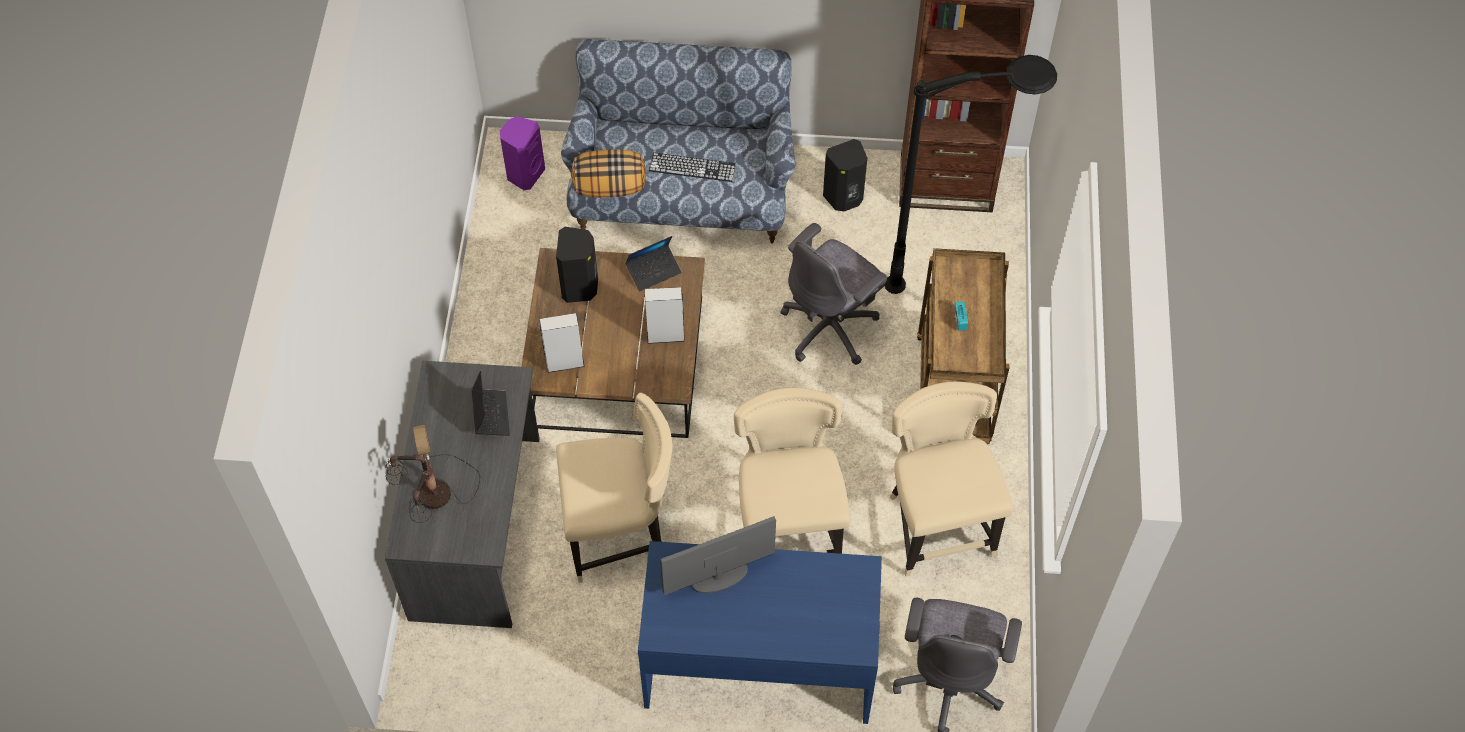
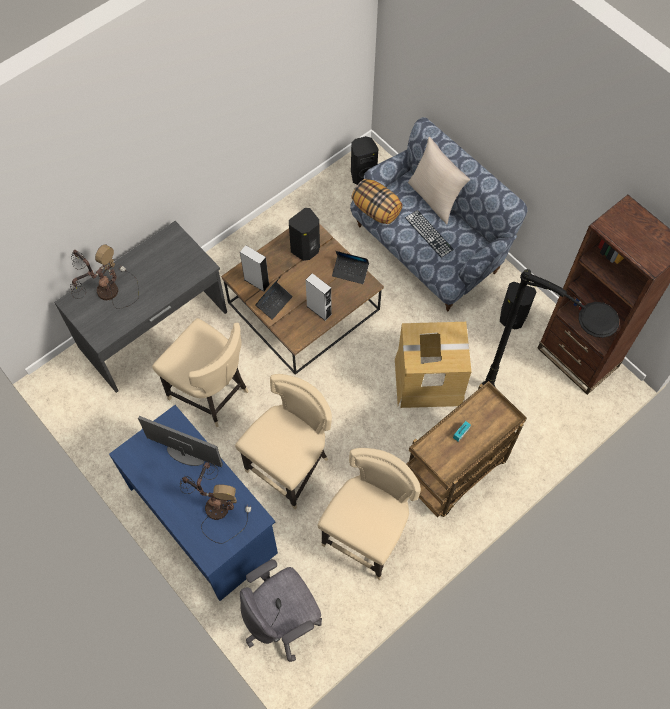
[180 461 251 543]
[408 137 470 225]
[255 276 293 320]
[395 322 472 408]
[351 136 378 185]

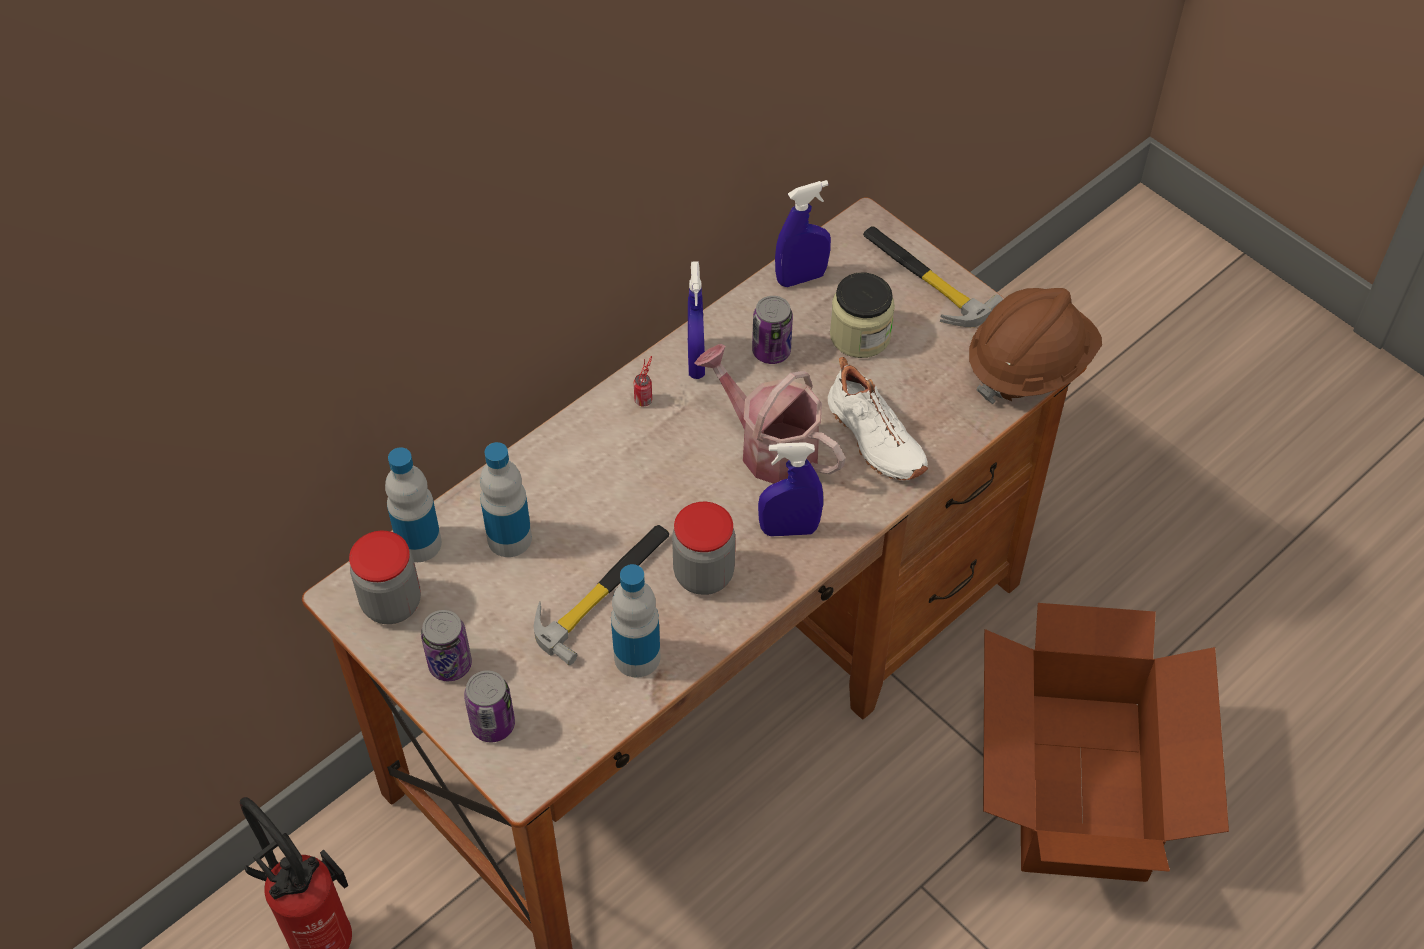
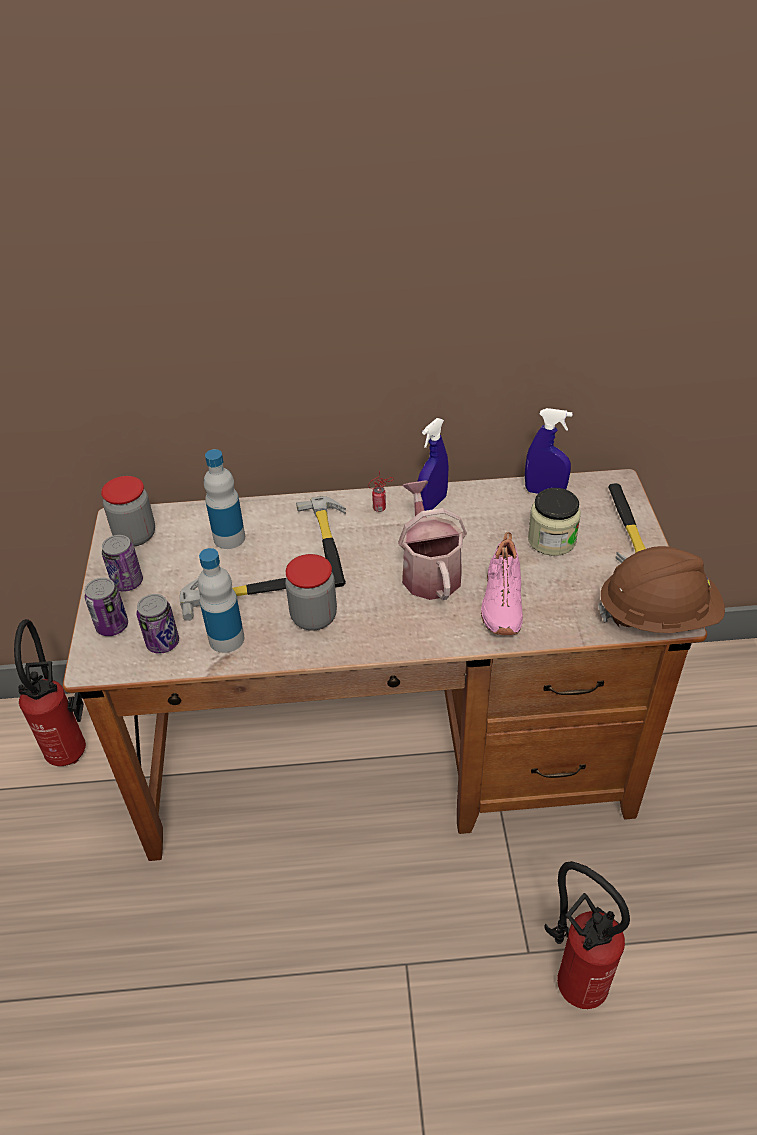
[385 447 442 562] (first image)
[758 442 823 536] (first image)
[296 496 346 587]
[136 594 179 654]
[544 861 630 1009]
[481 532 523 635]

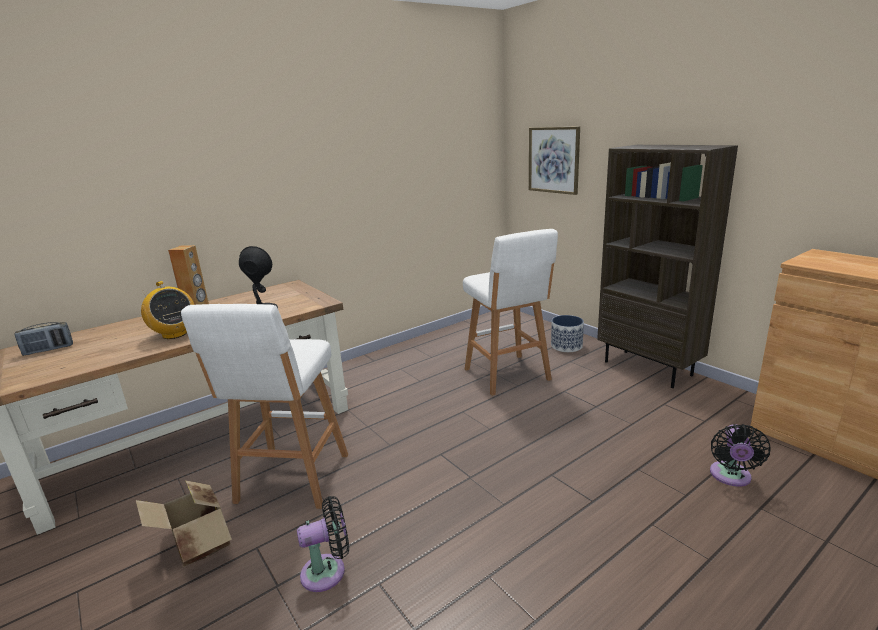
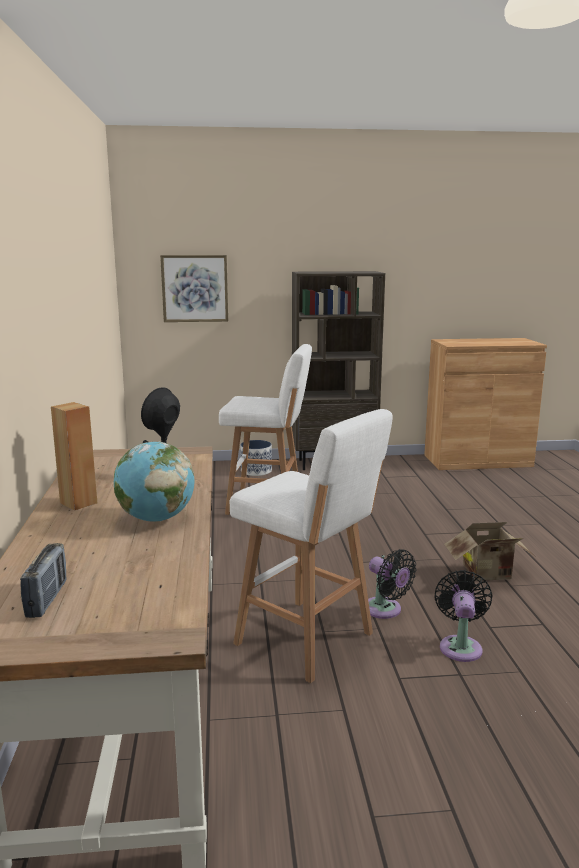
[444 522 534 581]
[368 549 417 619]
[114 442 194 522]

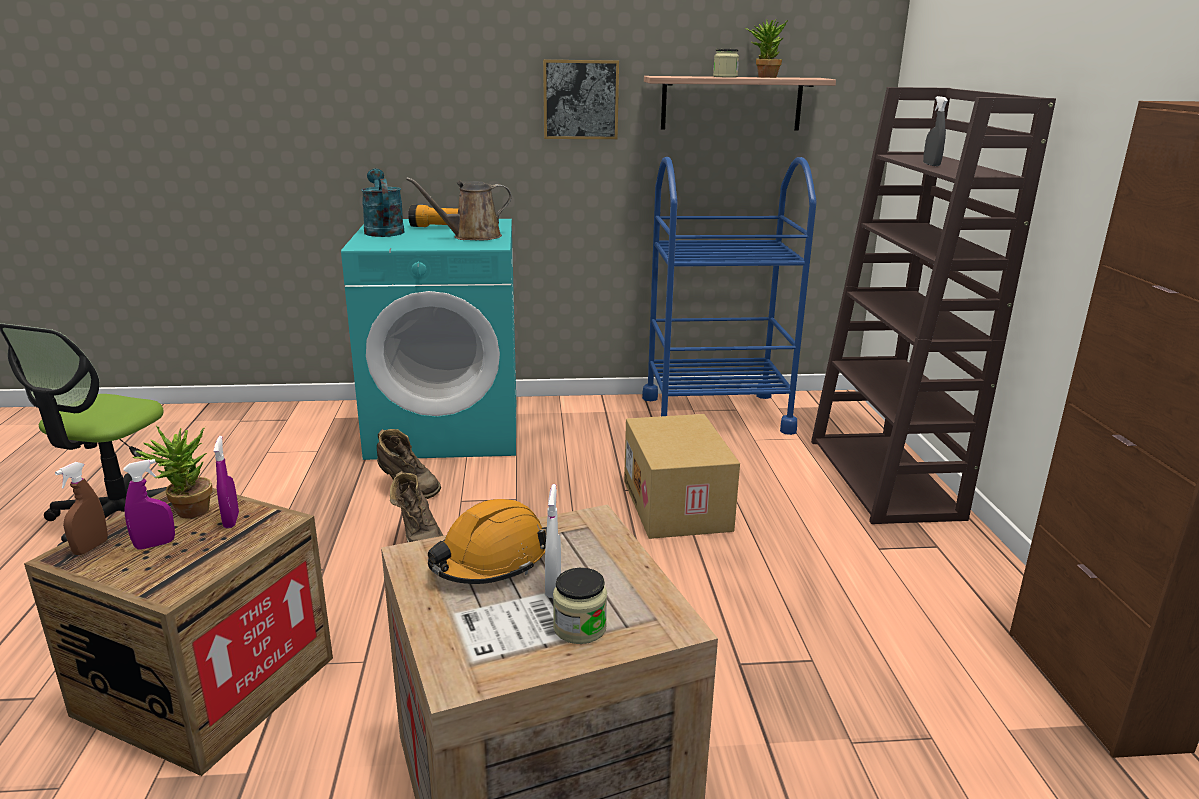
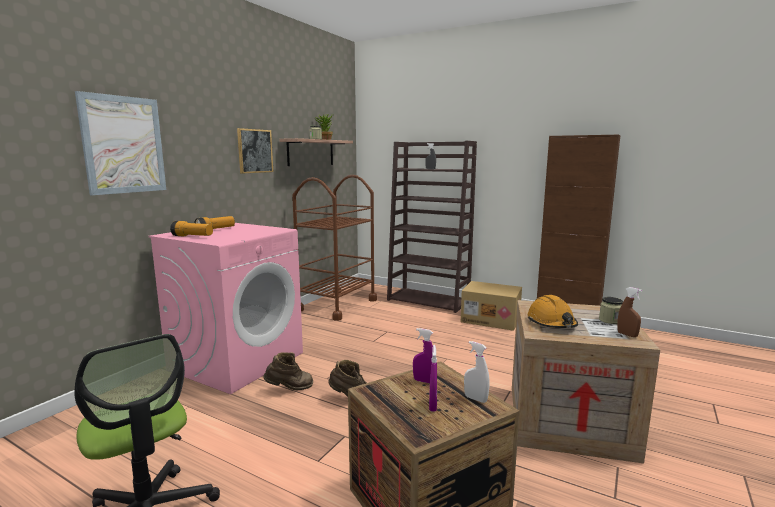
[133 426 212 518] (first image)
[406 177 512 241] (first image)
[75 91 166 195]
[617 287 642 337]
[464 341 489 403]
[461 281 522 331]
[170 221 213 236]
[149 223 303 394]
[292 175 377 321]

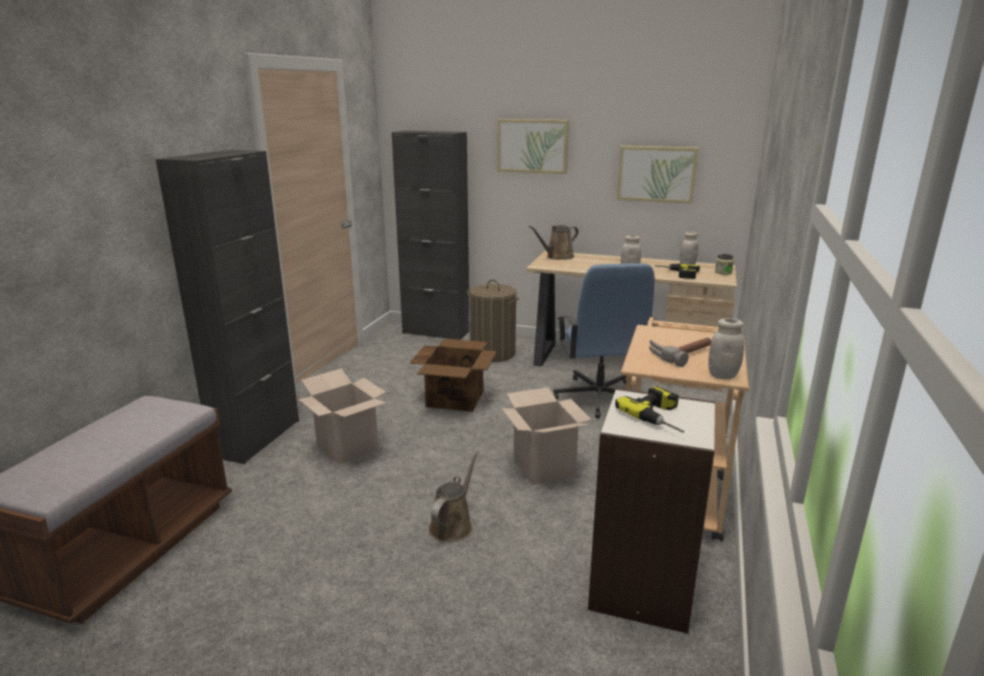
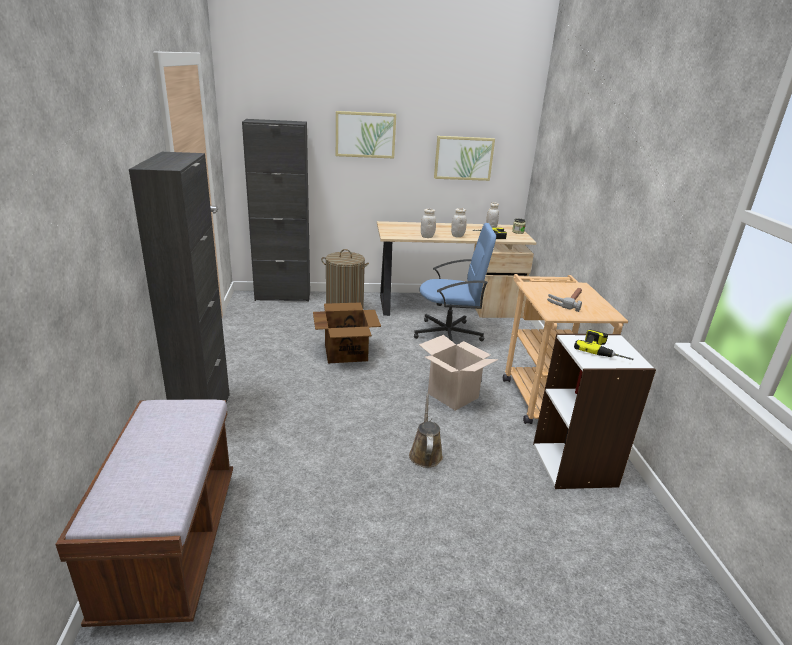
[298 368 386 465] (first image)
[529 225 579 260] (first image)
[421 209 436 238]
[414 223 496 342]

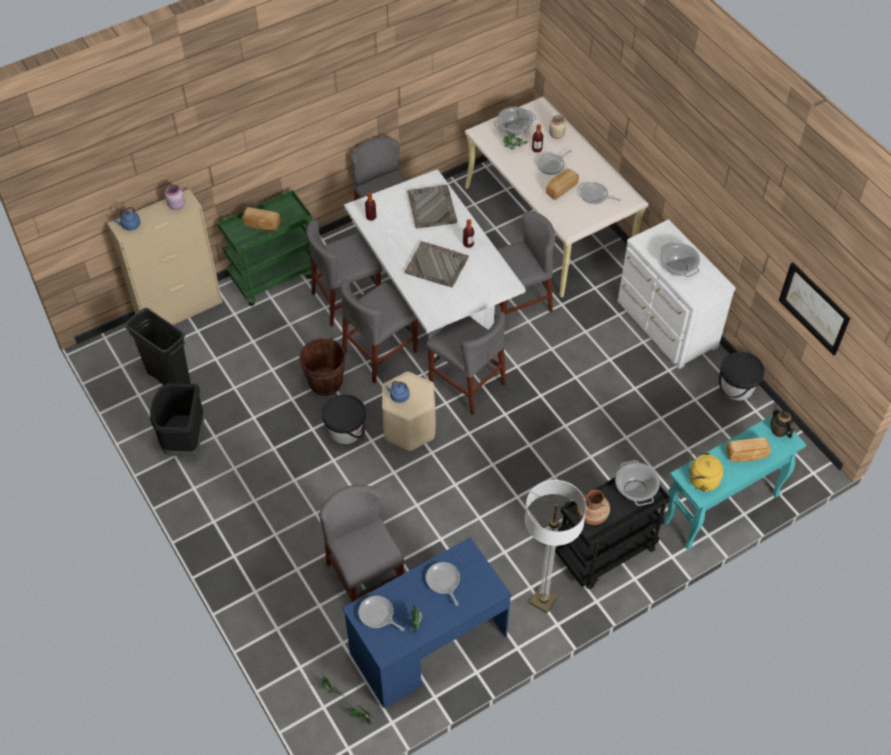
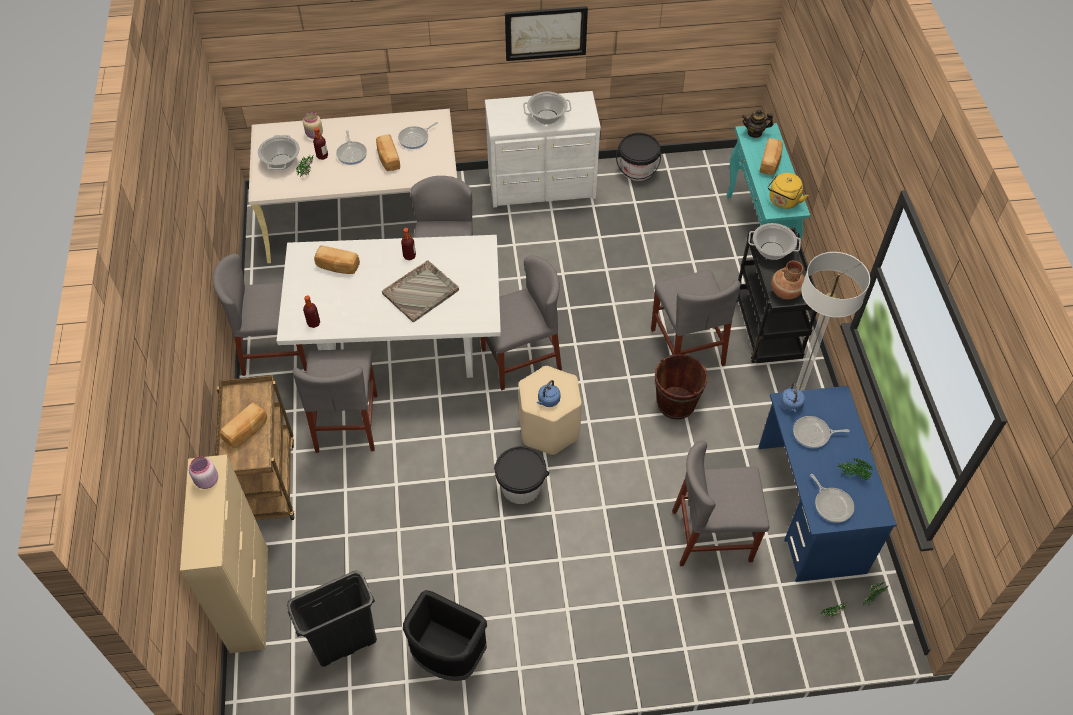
[781 383 805 412]
[655 354 708 420]
[651 270 741 366]
[505 6 588 61]
[314 245 360 274]
[215 375 295 520]
[810 474 854 523]

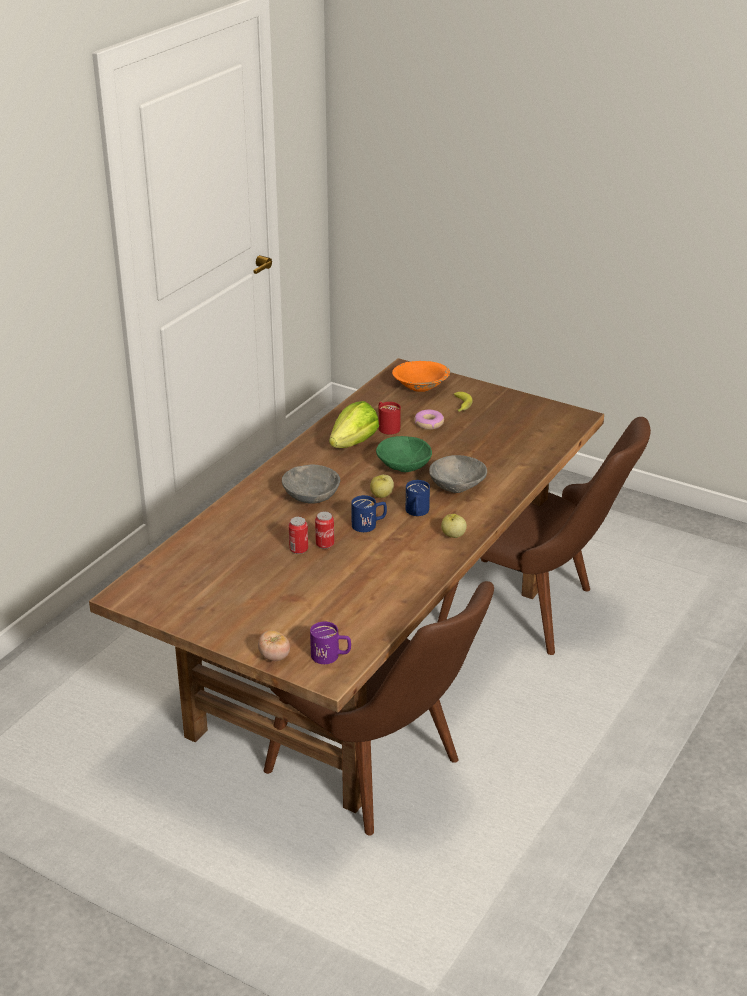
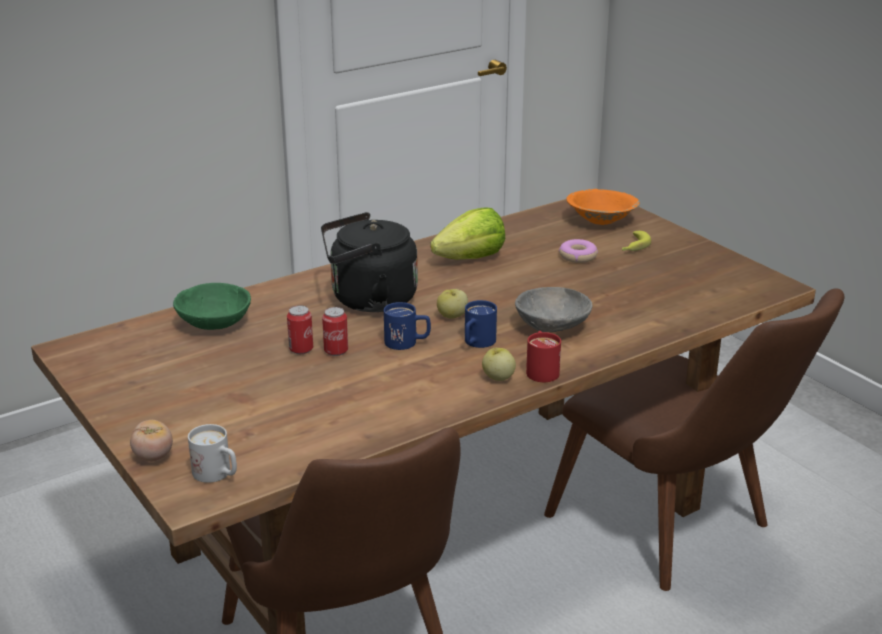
[173 283 251 330]
[526 331 561 382]
[321 212 418 312]
[188 424 237 483]

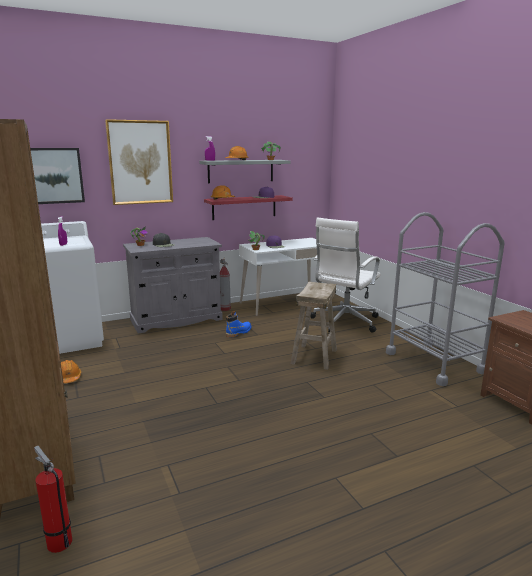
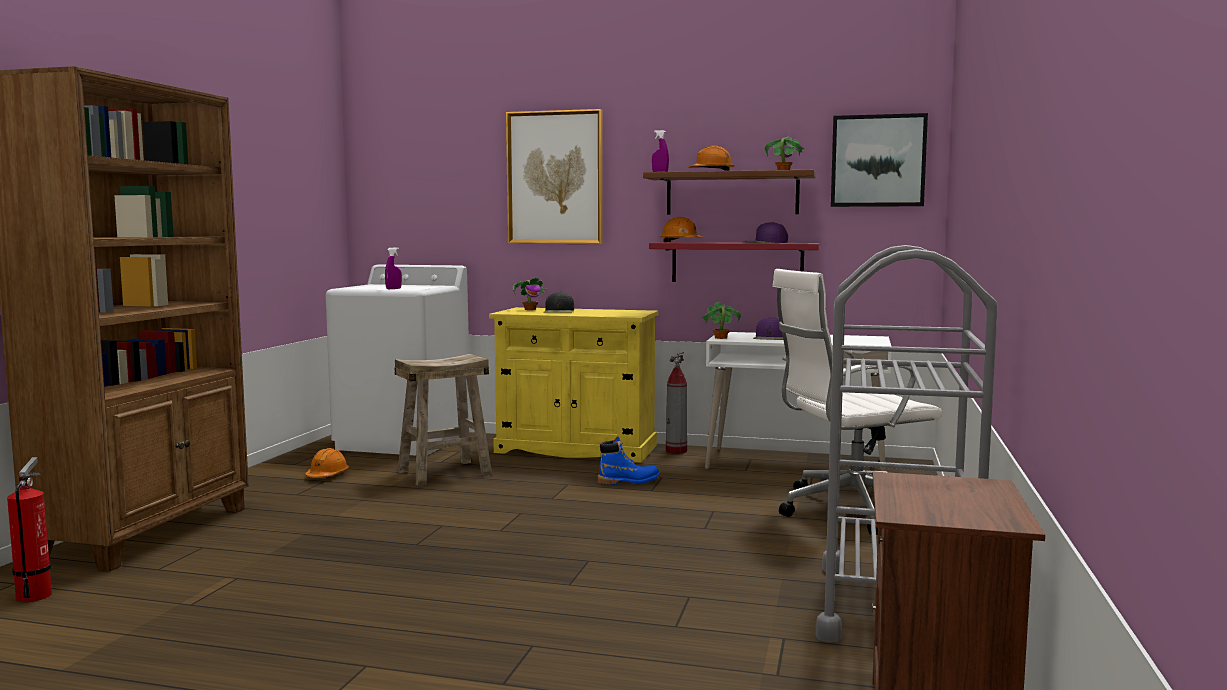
[831 113 928 207]
[394 354 492 486]
[489 307 658 463]
[643 170 816 215]

